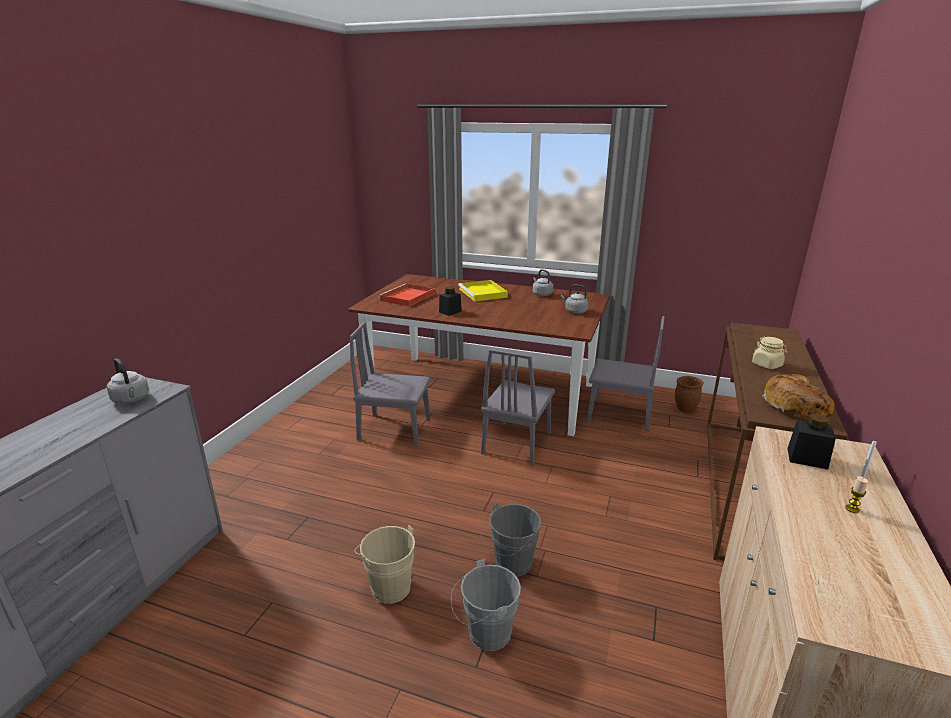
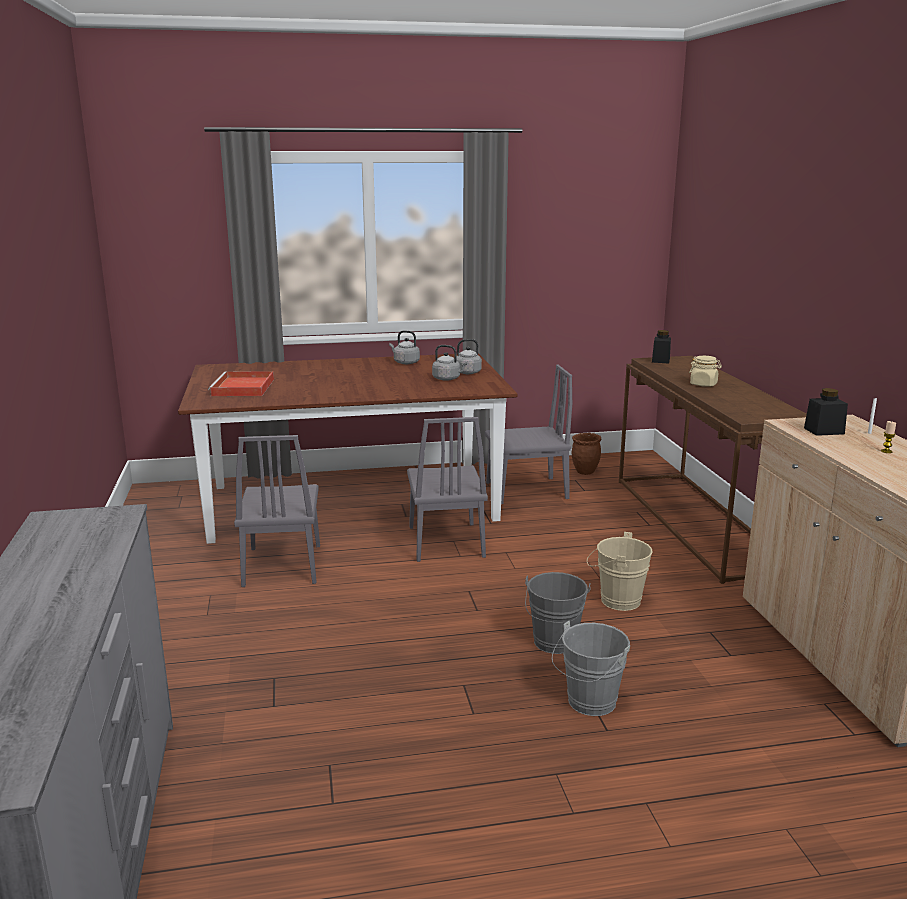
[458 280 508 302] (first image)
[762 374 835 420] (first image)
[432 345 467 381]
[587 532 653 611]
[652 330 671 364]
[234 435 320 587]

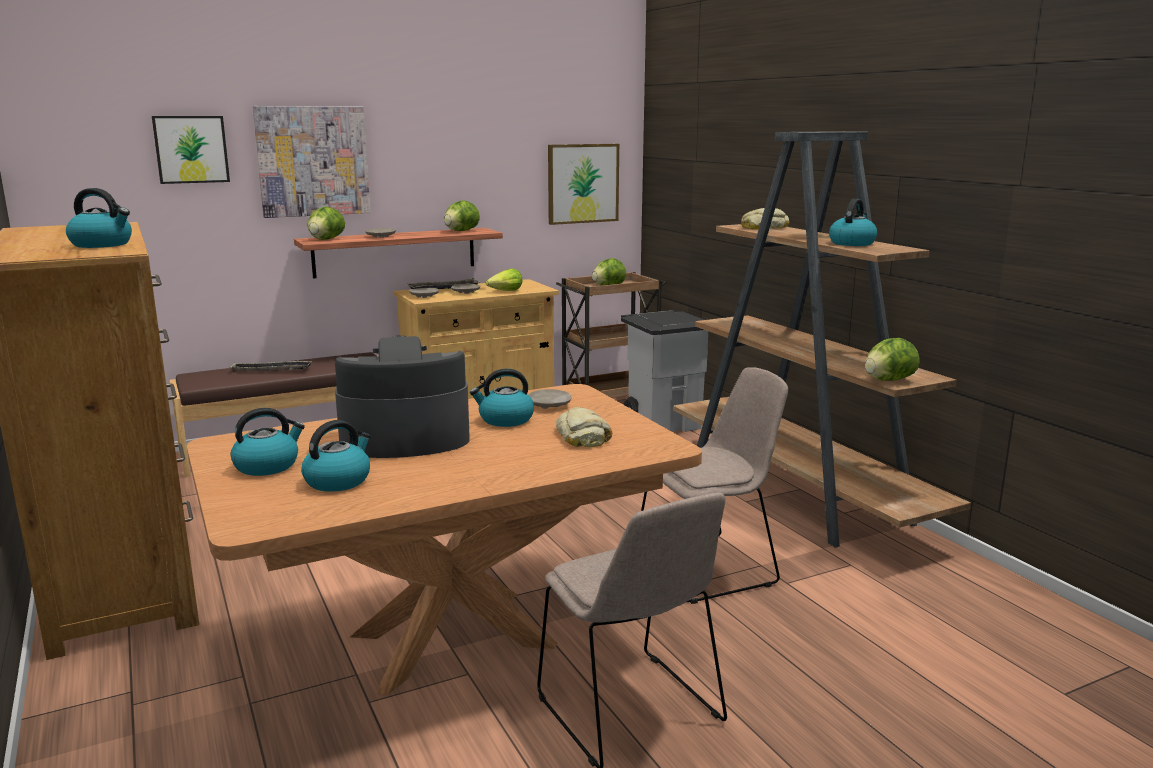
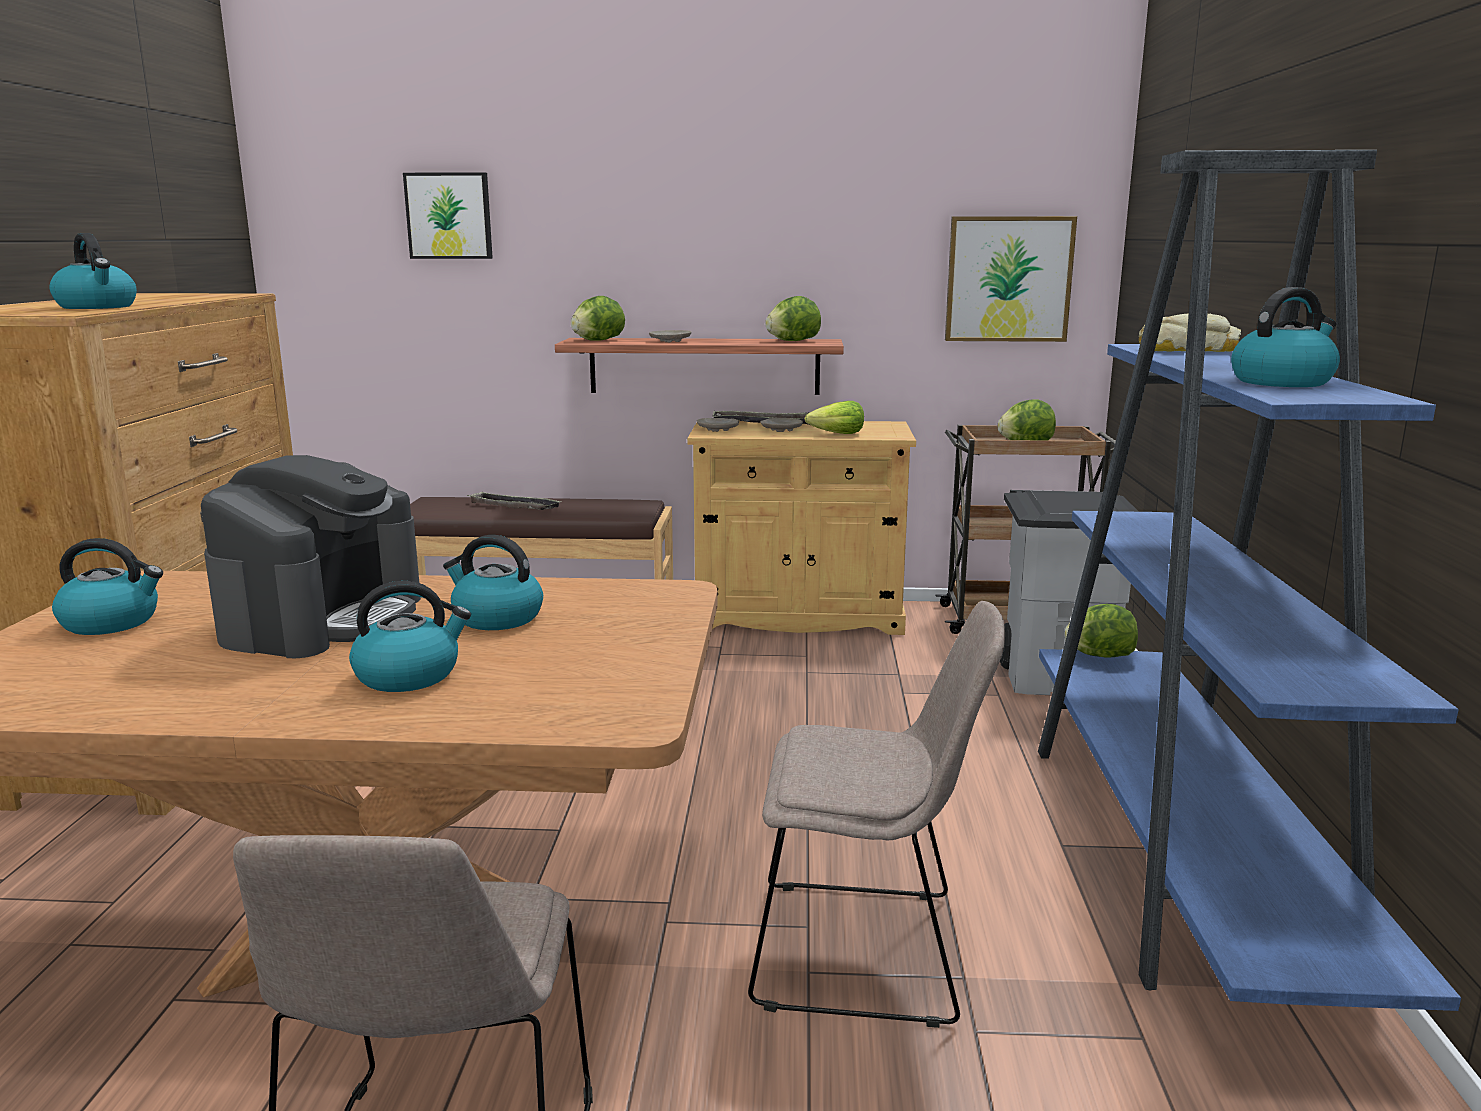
[253 106 370 218] (first image)
[528 389 572 409] (first image)
[556 407 612 447] (first image)
[349 581 471 692]
[1065 604 1138 658]
[1038 150 1461 1011]
[201 455 421 658]

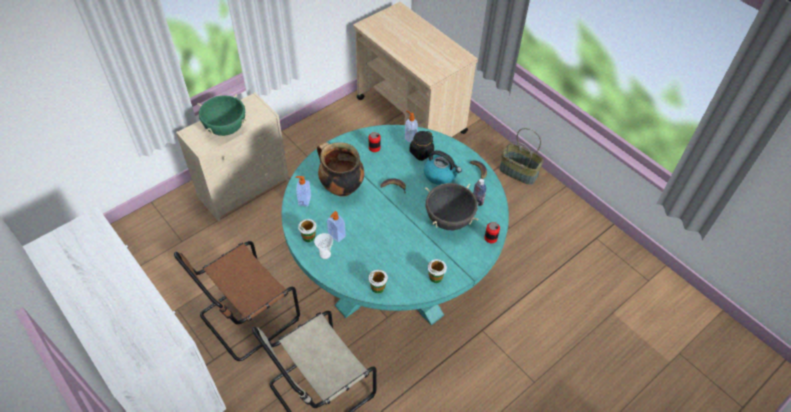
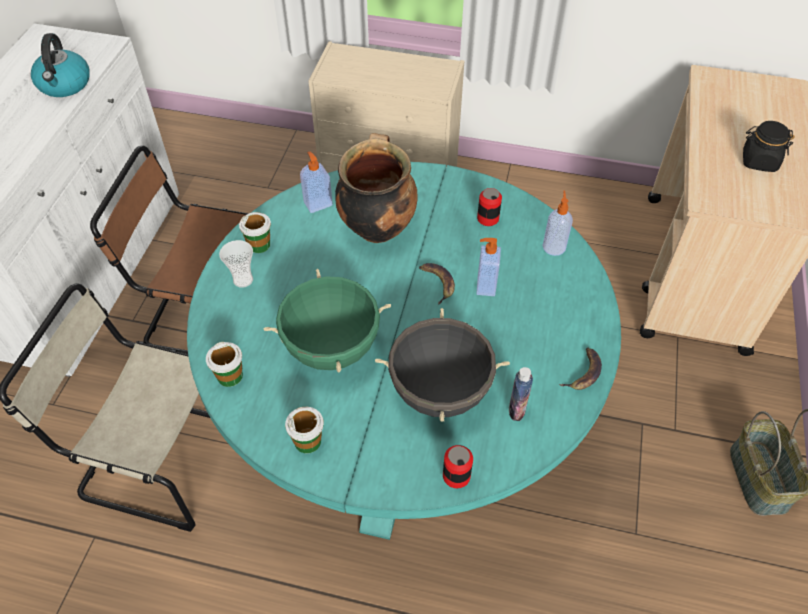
[263 269 391 373]
[477 238 501 296]
[743 121 795 172]
[31 33 90 97]

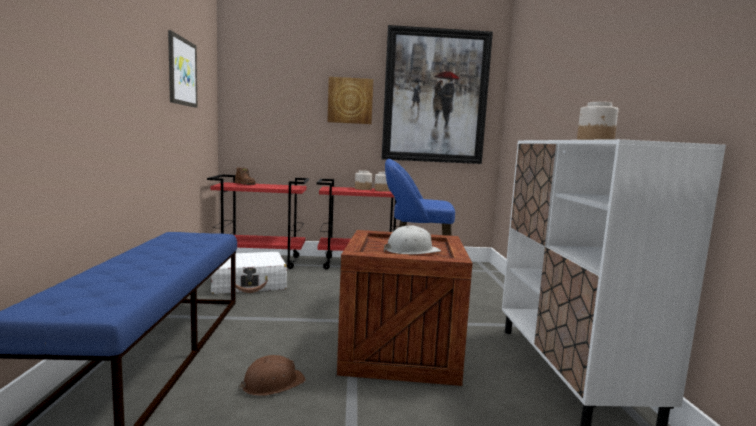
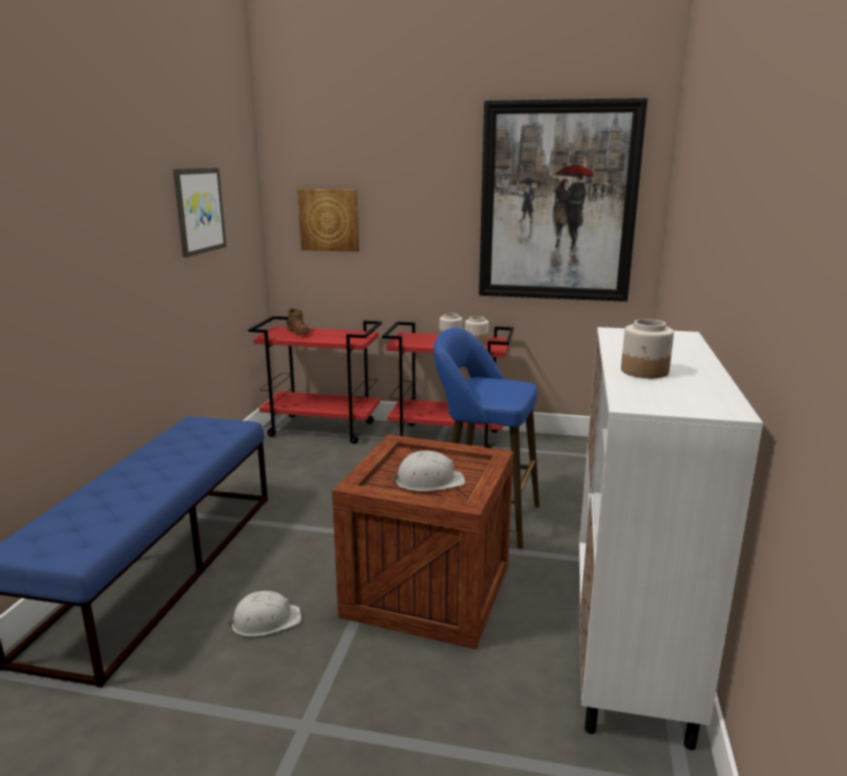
[211 252 287 294] (first image)
[298 189 359 252]
[227 591 301 637]

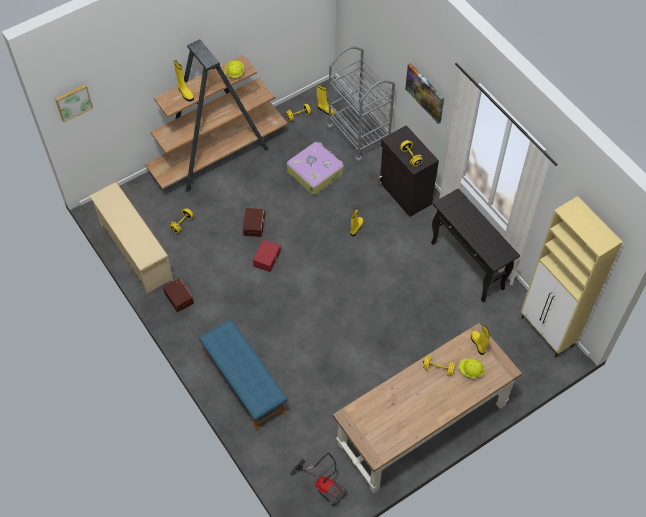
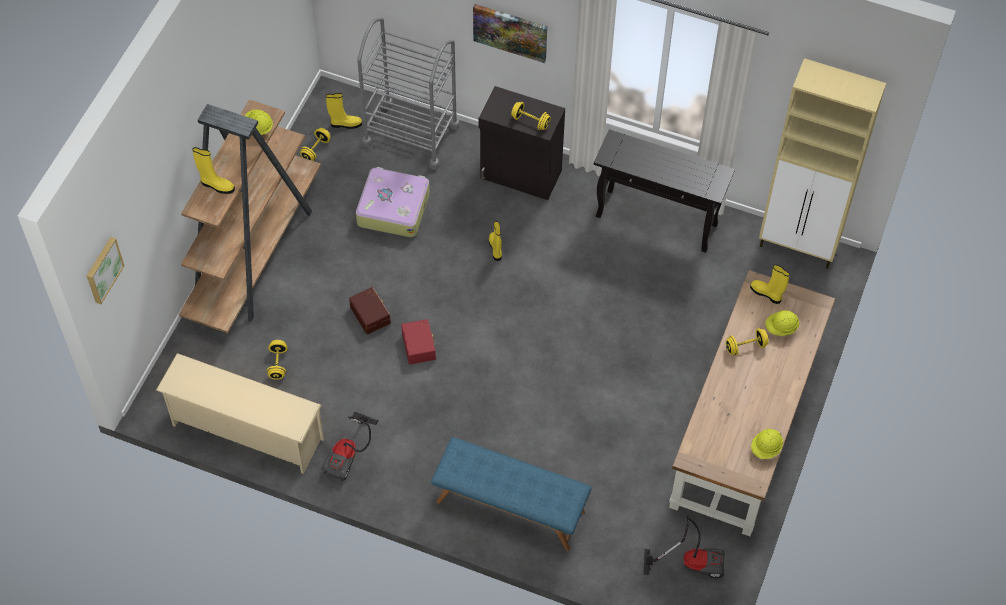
[751 429 783 459]
[321 411 378 481]

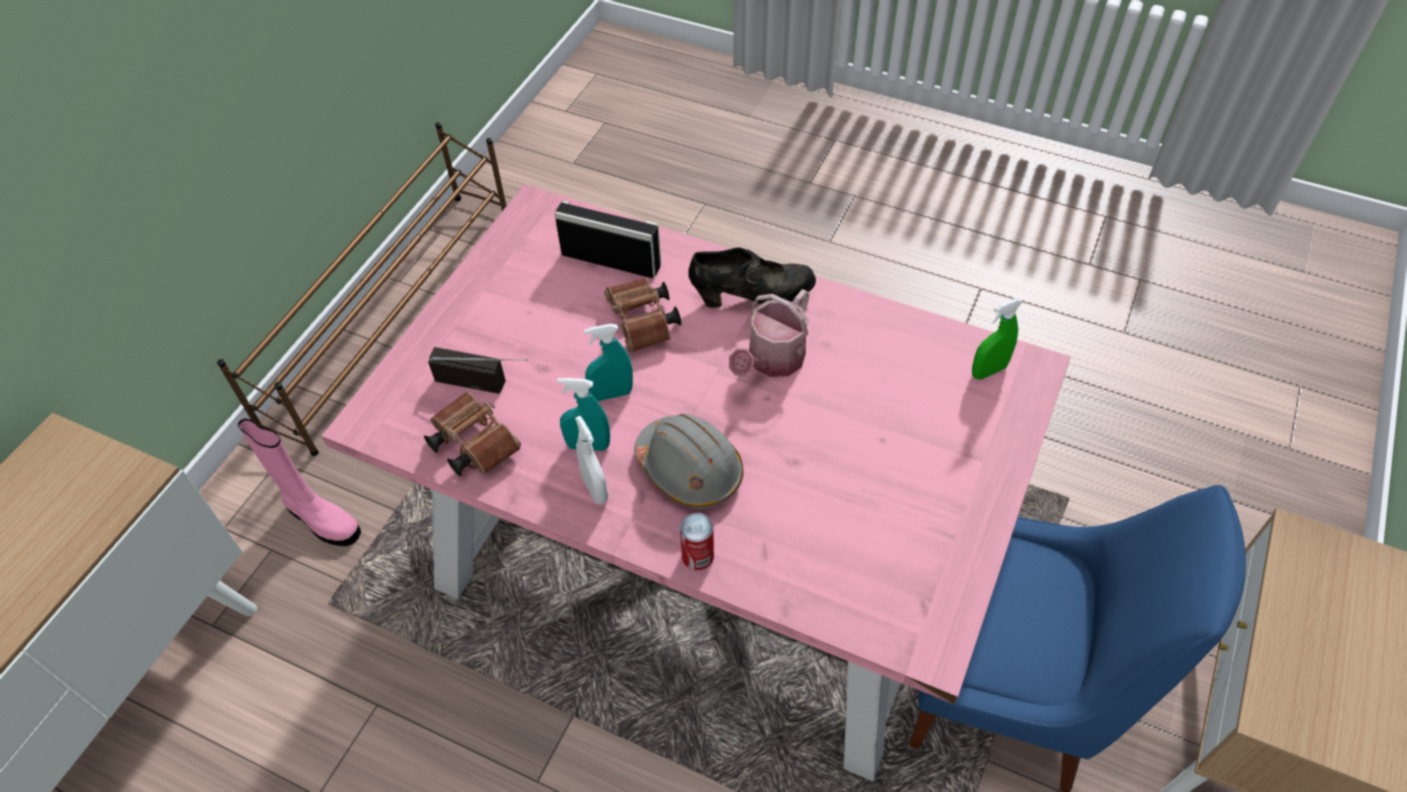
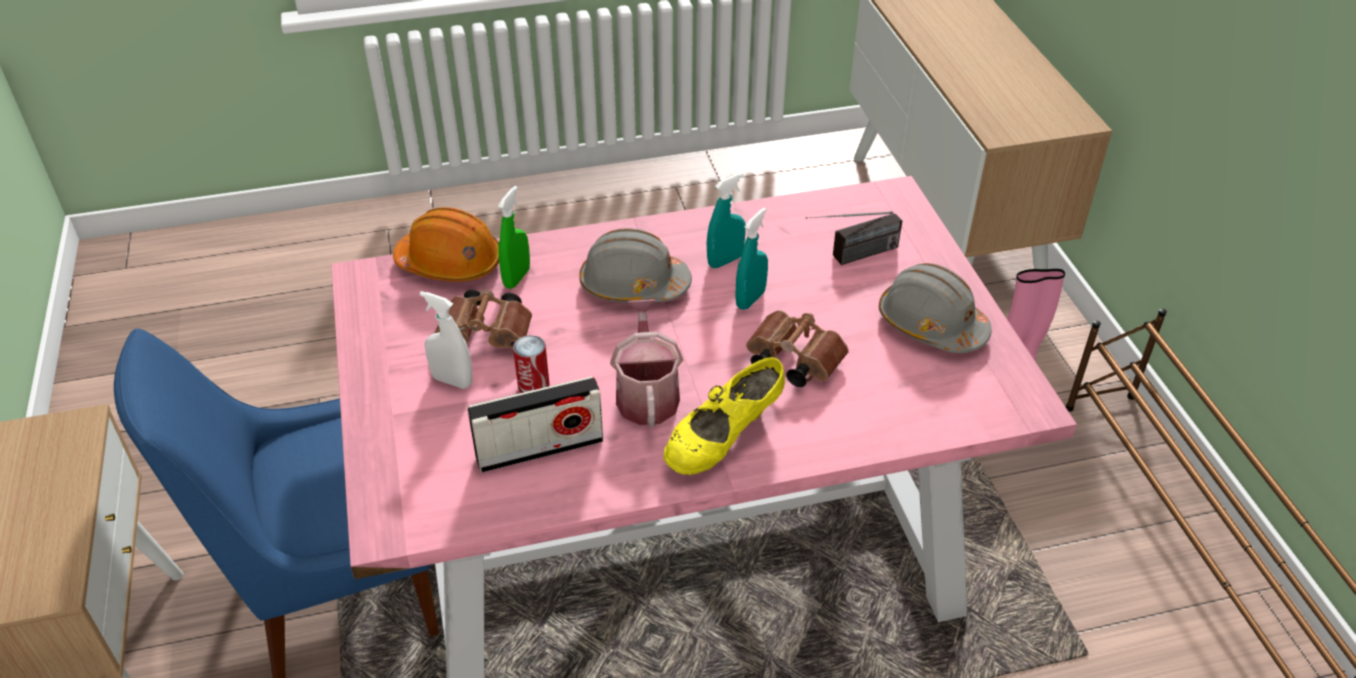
[393 207 499 282]
[879 263 992 353]
[435 290 532 350]
[467 376 603 473]
[420 291 472 389]
[513 335 550 393]
[498 186 530 289]
[663 357 785 475]

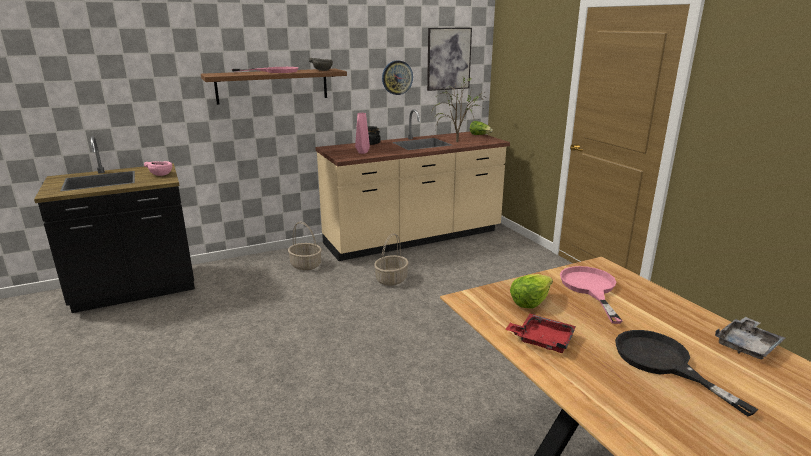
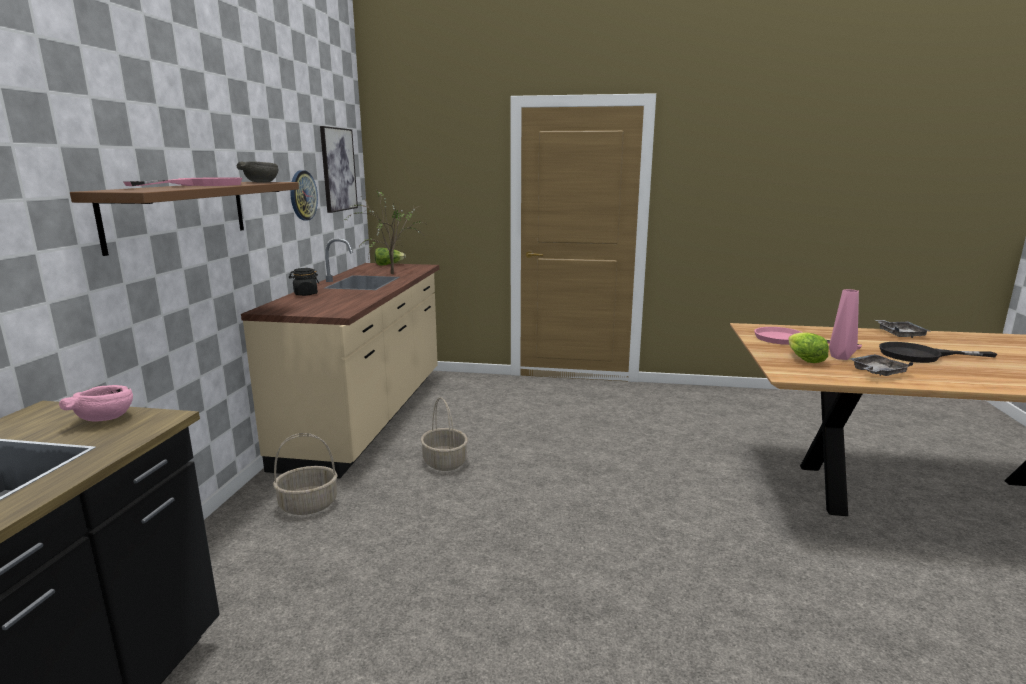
[829 289 859 360]
[850 354 914 376]

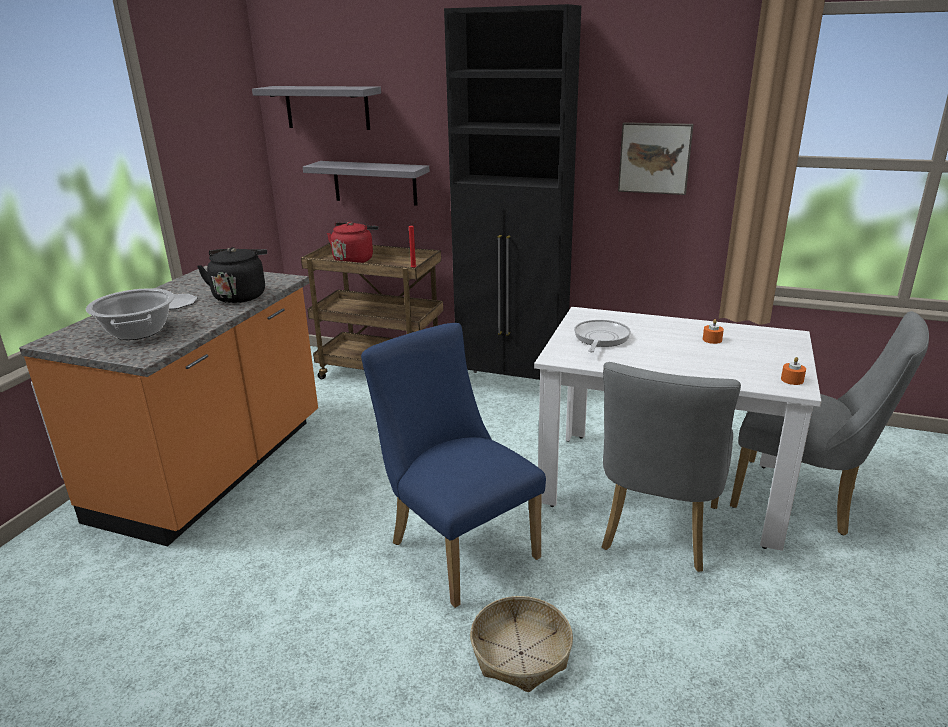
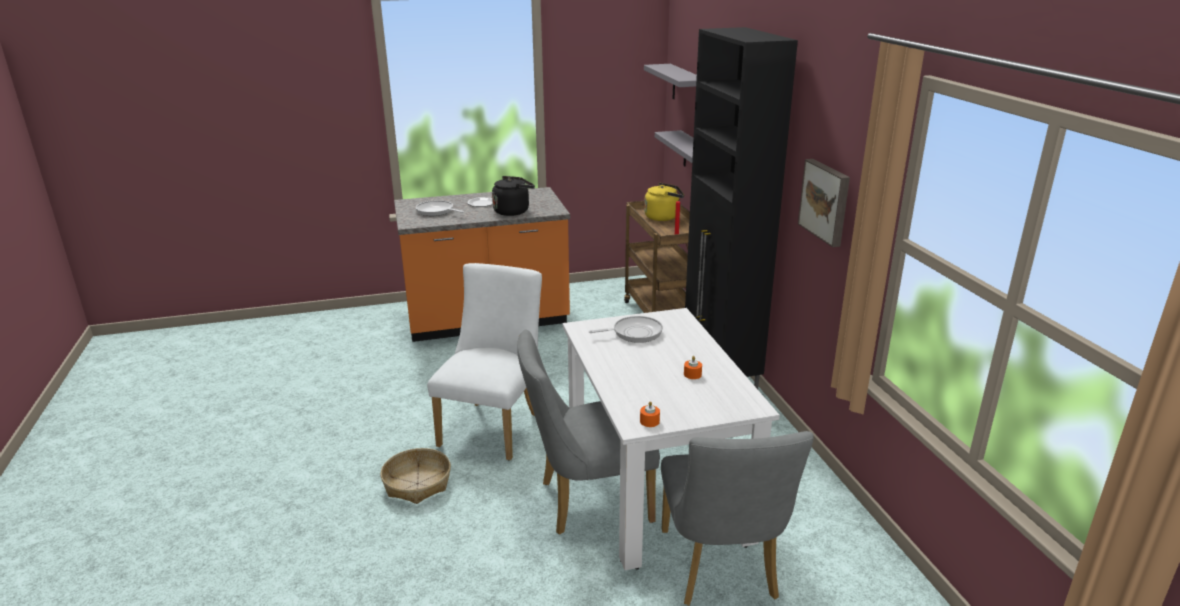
[416 200 464 216]
[644 183 684 221]
[427 263 542 460]

